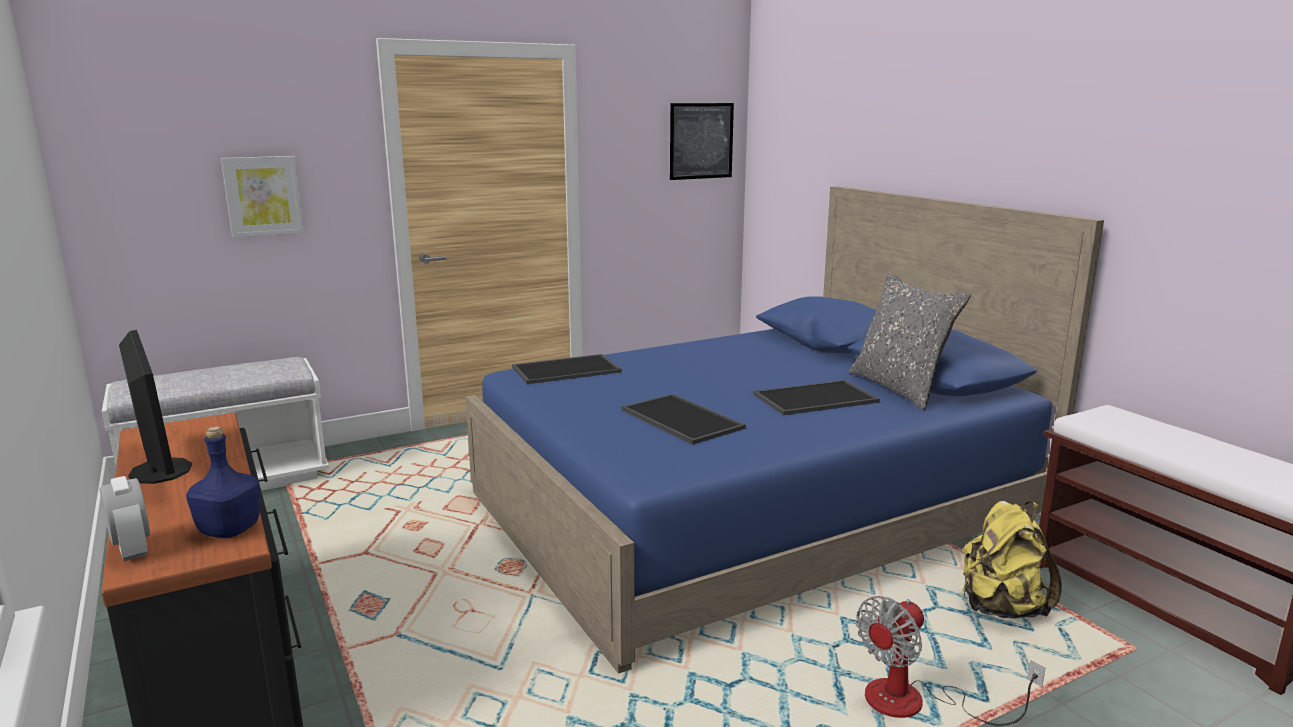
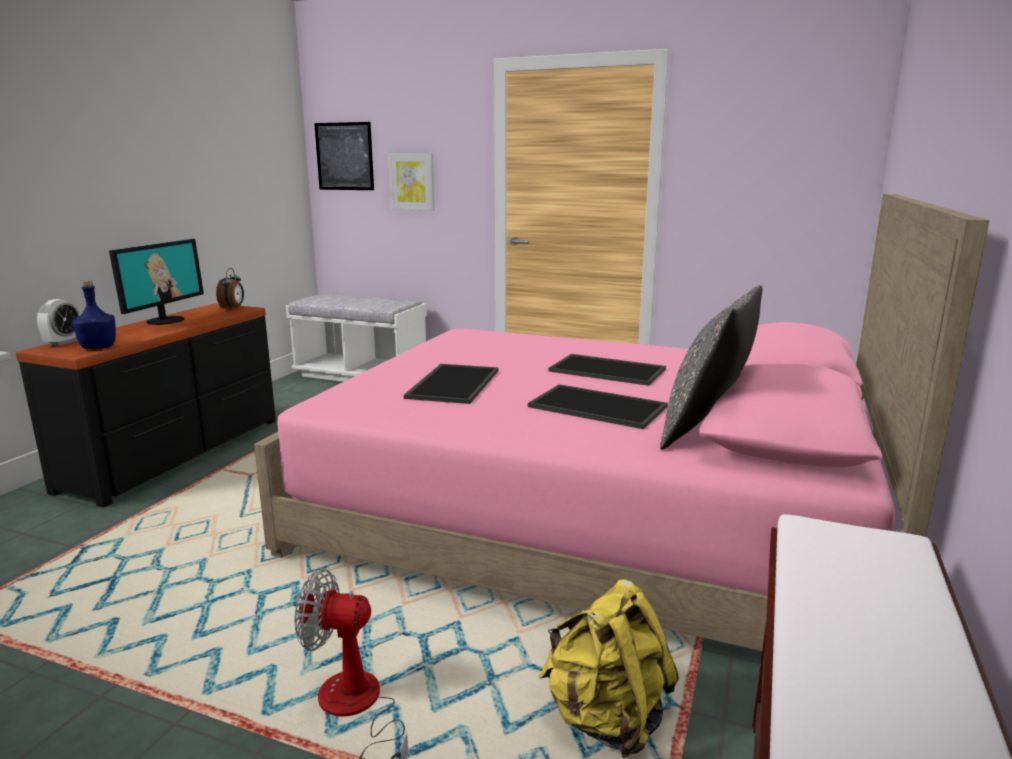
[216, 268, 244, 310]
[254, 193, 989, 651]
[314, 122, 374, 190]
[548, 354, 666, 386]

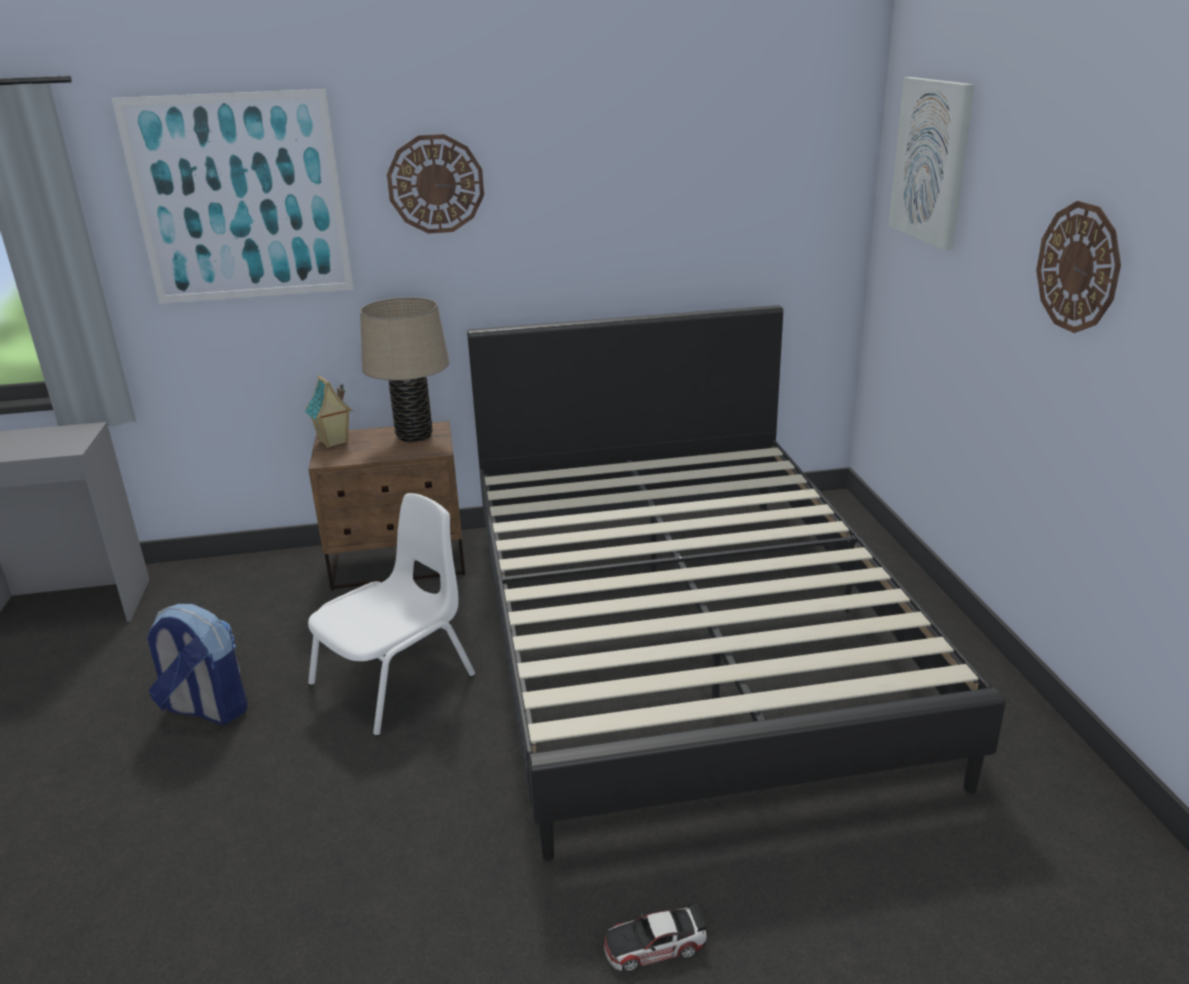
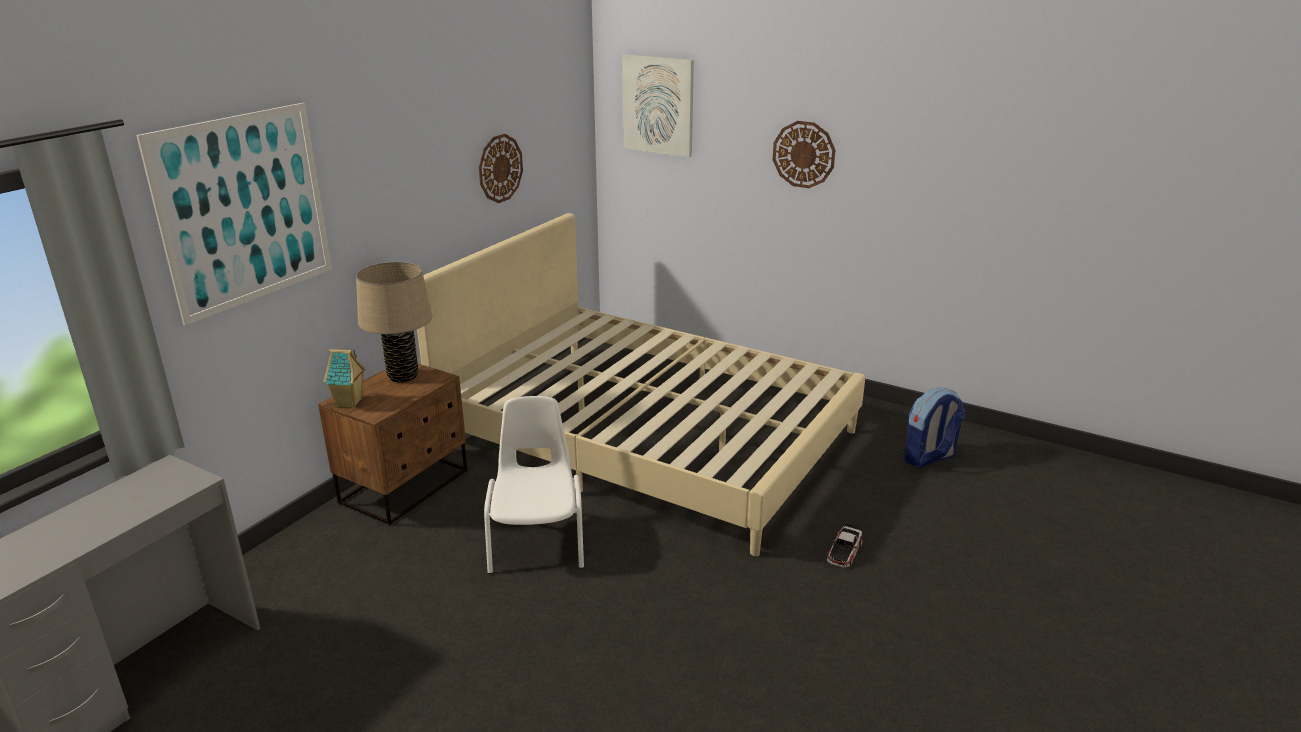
[417, 213, 865, 556]
[479, 134, 523, 203]
[904, 388, 965, 468]

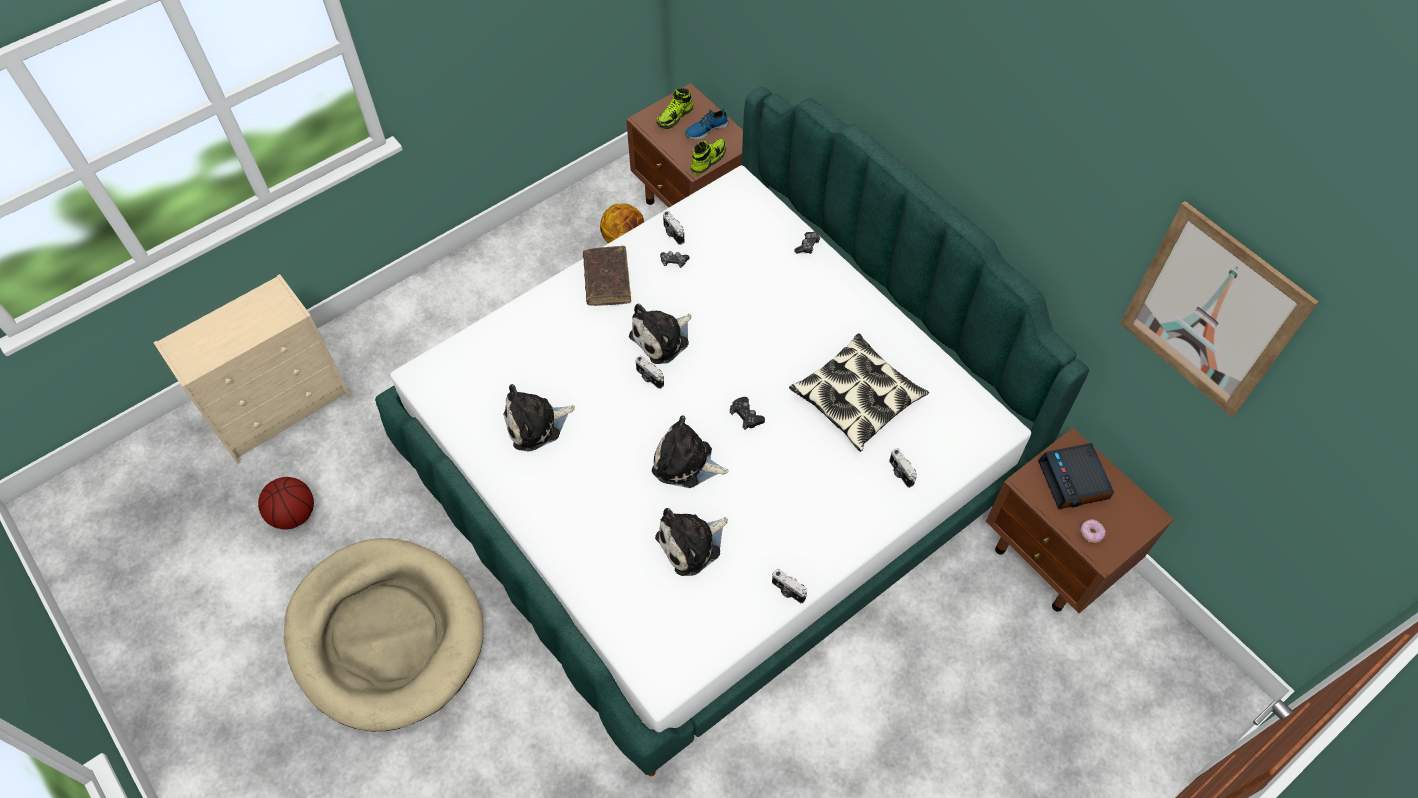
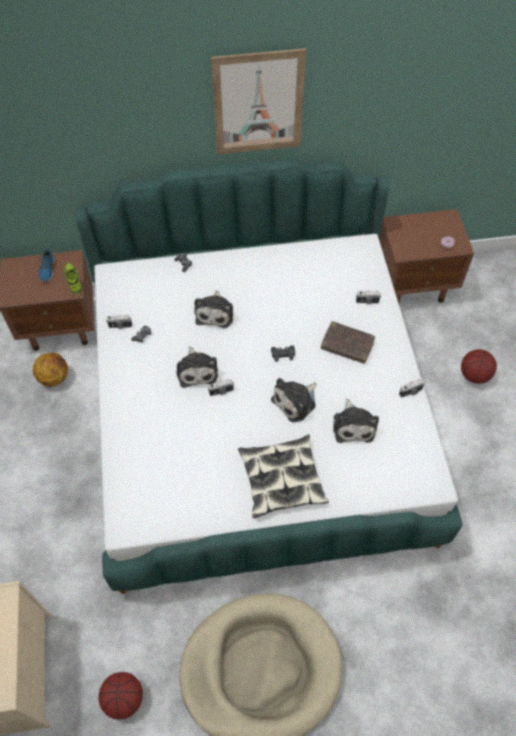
[194, 291, 233, 328]
[211, 48, 306, 154]
[238, 434, 329, 518]
[321, 321, 375, 364]
[461, 349, 497, 384]
[656, 88, 693, 130] (first image)
[1038, 443, 1114, 509] (first image)

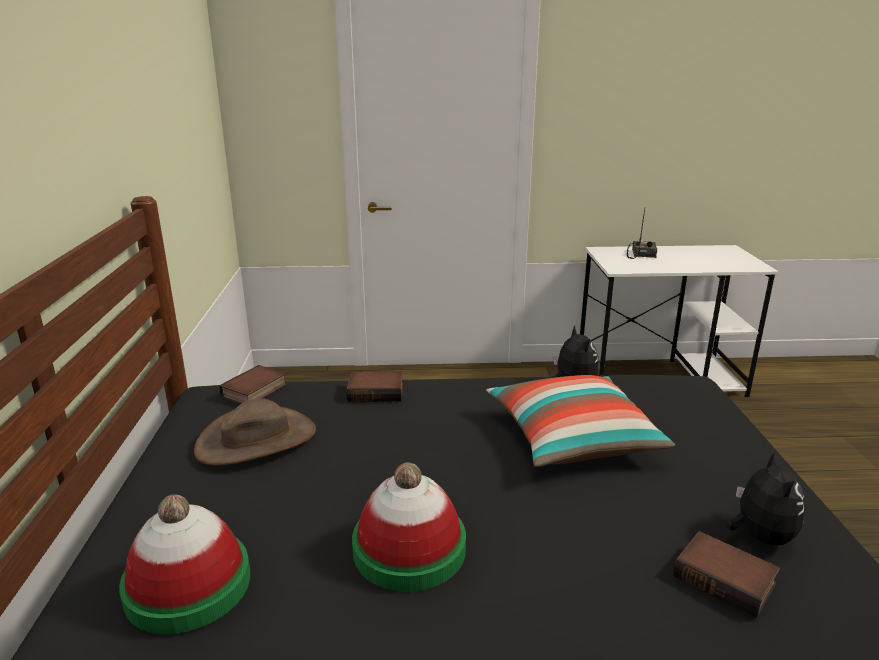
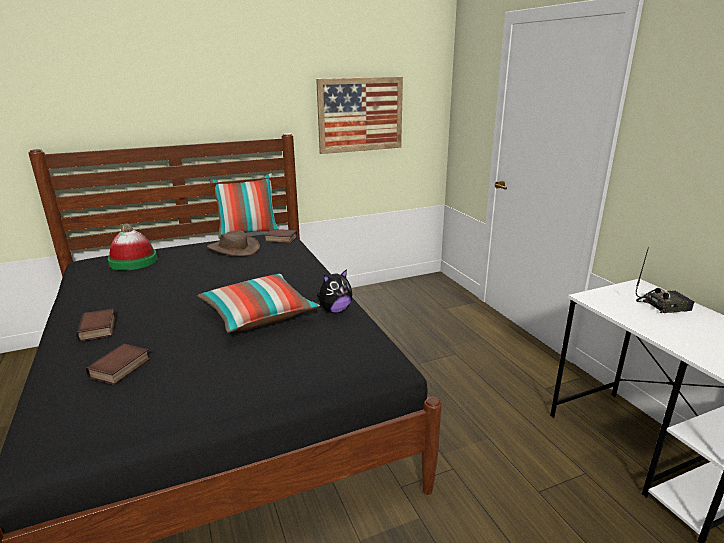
[76, 308, 116, 341]
[209, 173, 279, 239]
[316, 77, 403, 154]
[352, 462, 466, 592] (first image)
[726, 451, 805, 546] (first image)

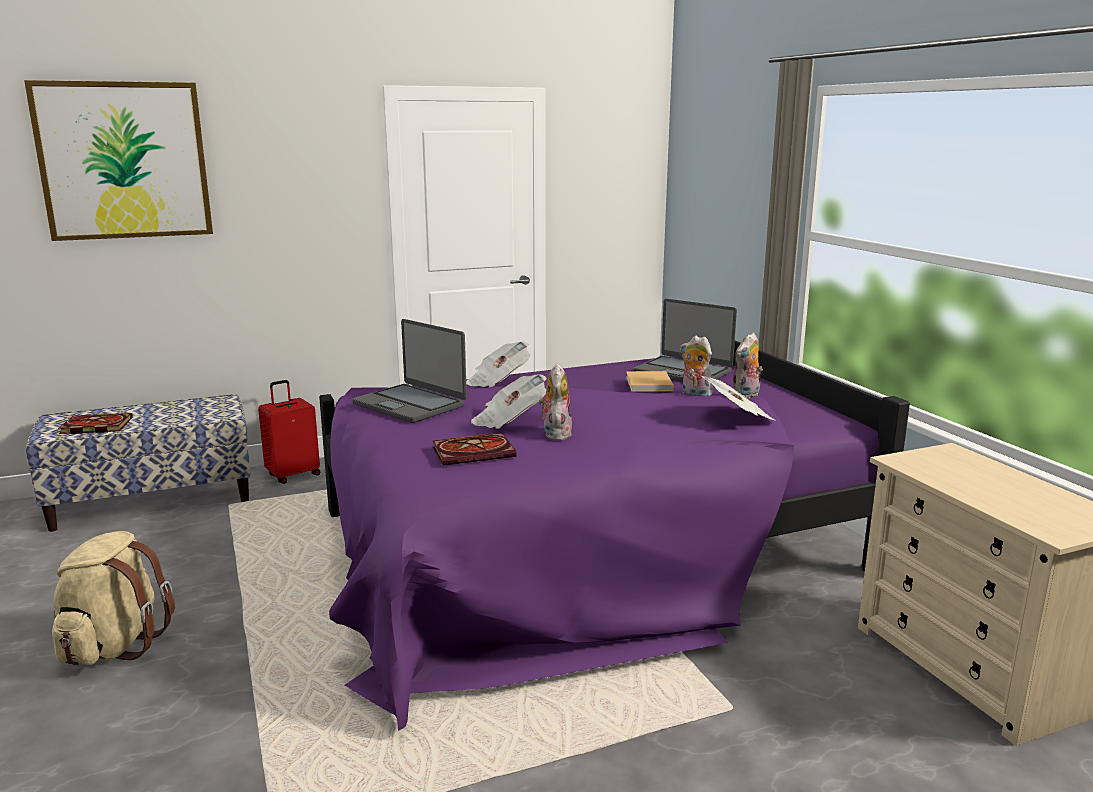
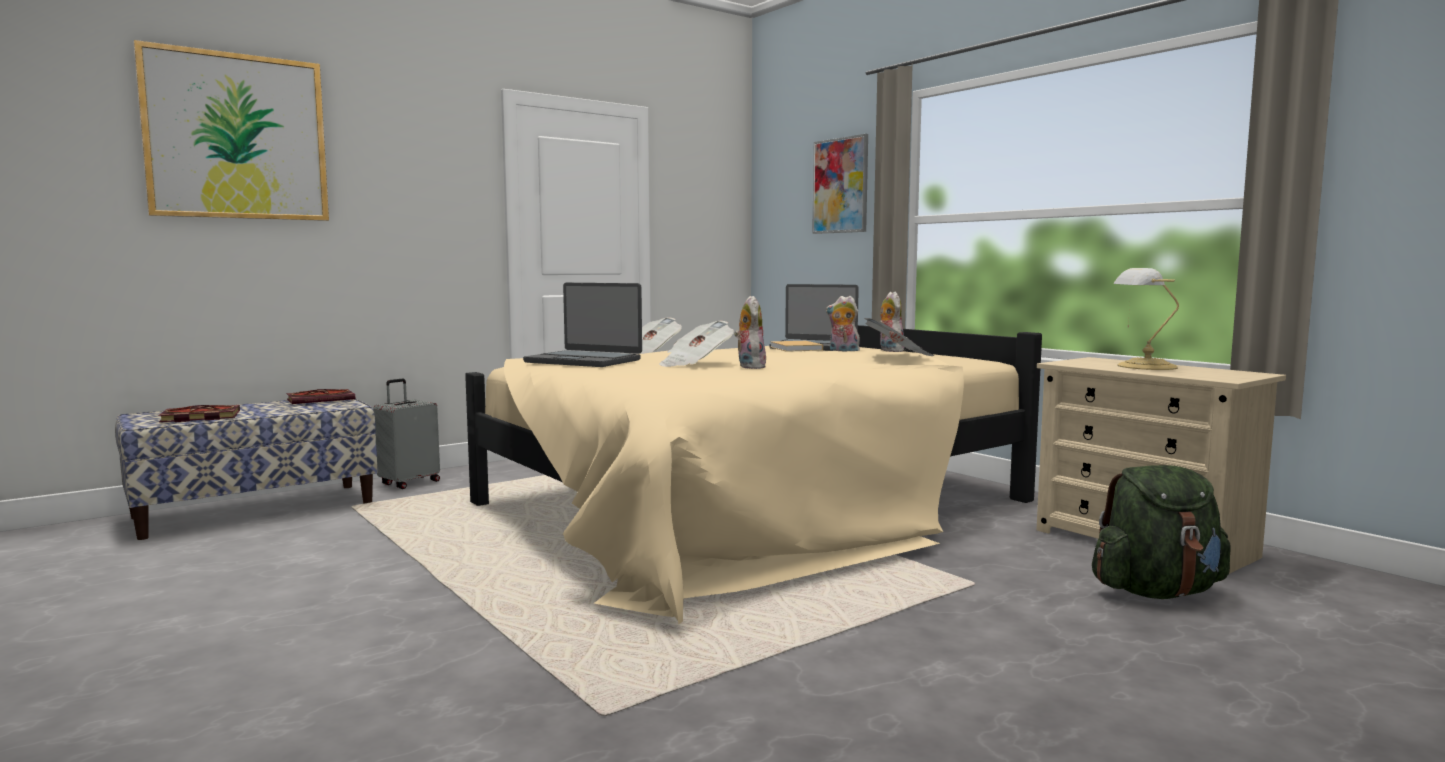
[286, 389, 355, 404]
[373, 379, 440, 489]
[465, 325, 1042, 624]
[812, 134, 868, 234]
[879, 292, 905, 352]
[1092, 465, 1231, 599]
[1113, 268, 1179, 370]
[52, 531, 175, 665] (first image)

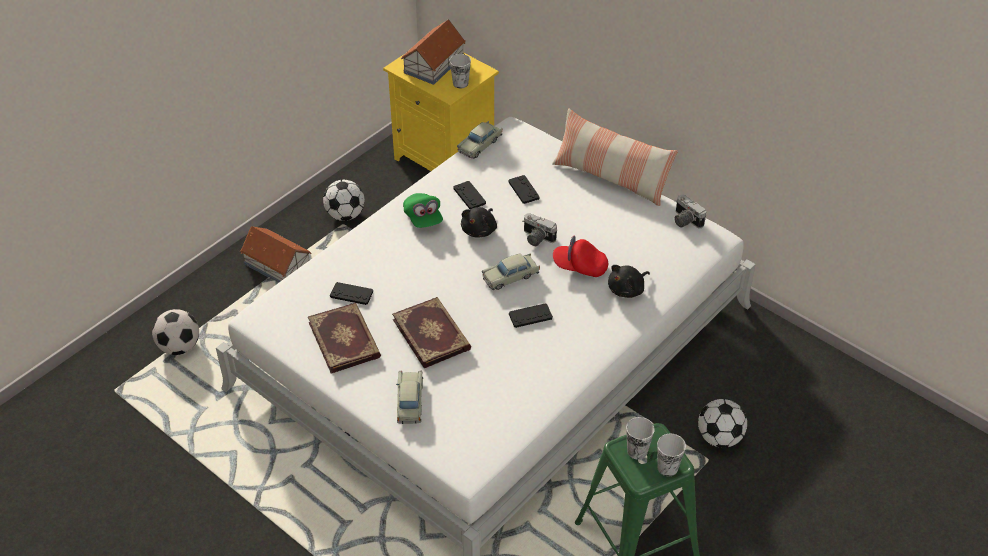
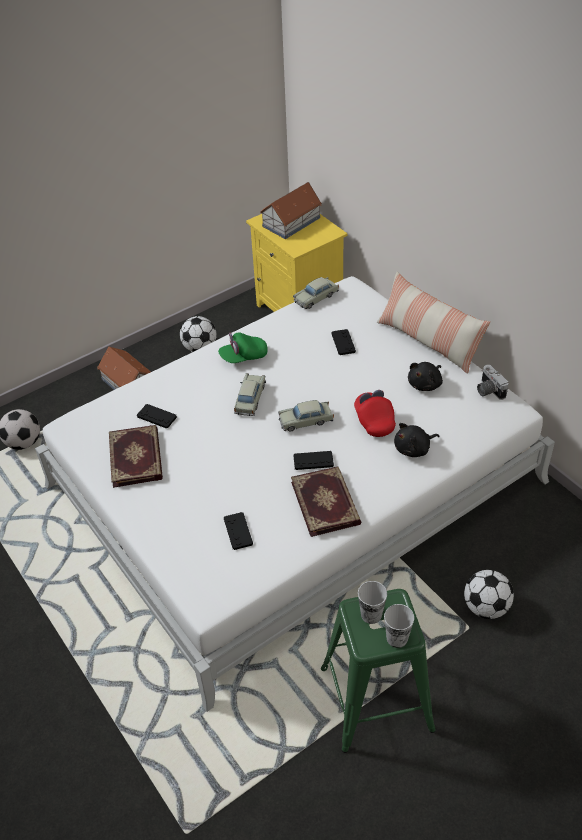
[218, 332, 268, 363]
[223, 512, 253, 550]
[234, 373, 266, 416]
[291, 466, 361, 537]
[354, 390, 396, 437]
[408, 362, 443, 391]
[449, 54, 471, 88] (first image)
[522, 213, 557, 246] (first image)

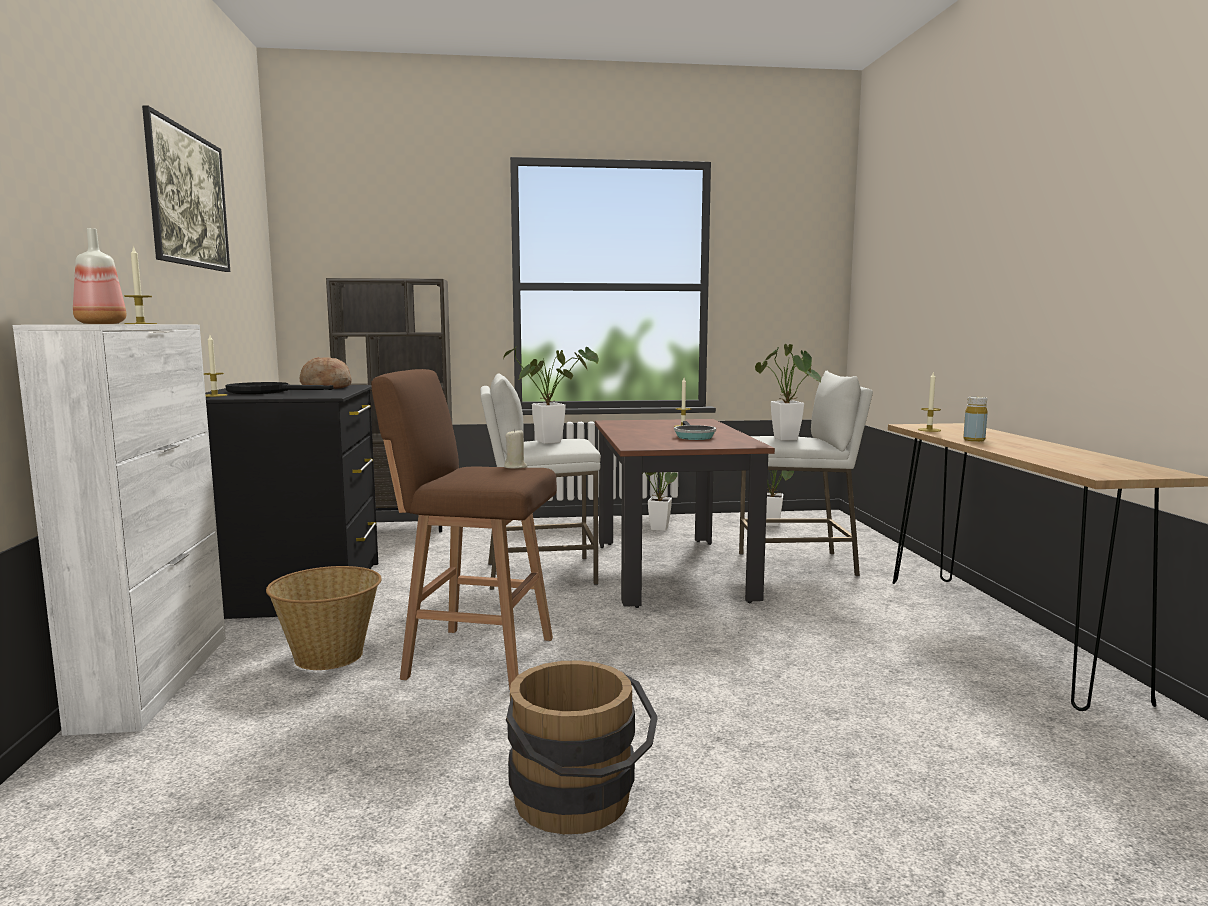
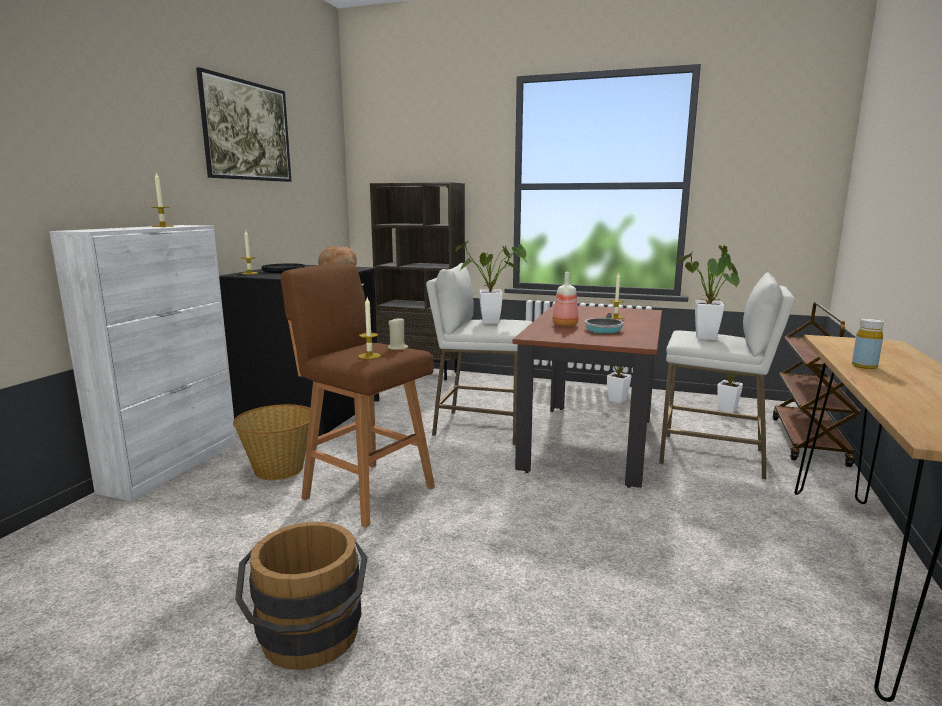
[358, 297, 381, 359]
[552, 272, 579, 326]
[772, 302, 861, 467]

